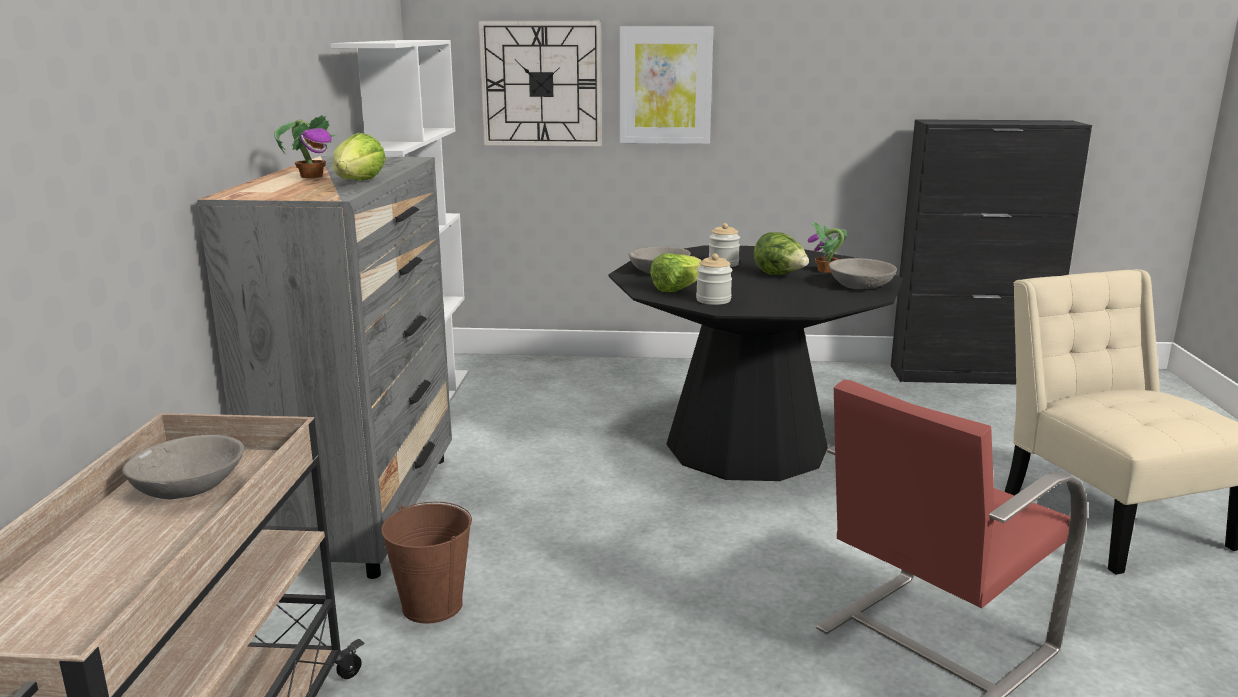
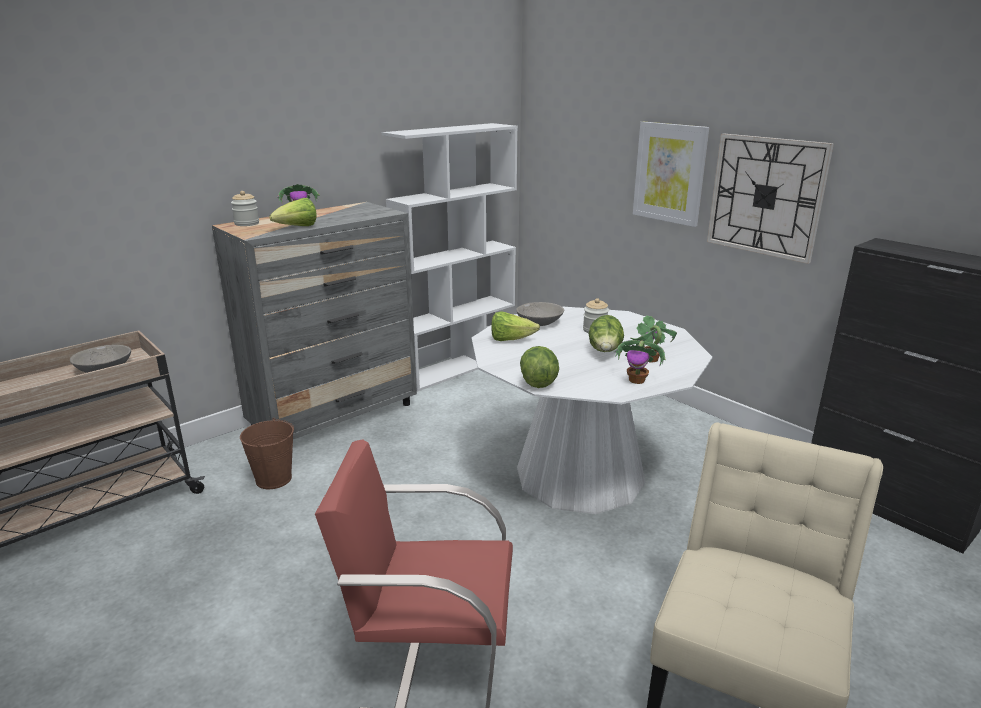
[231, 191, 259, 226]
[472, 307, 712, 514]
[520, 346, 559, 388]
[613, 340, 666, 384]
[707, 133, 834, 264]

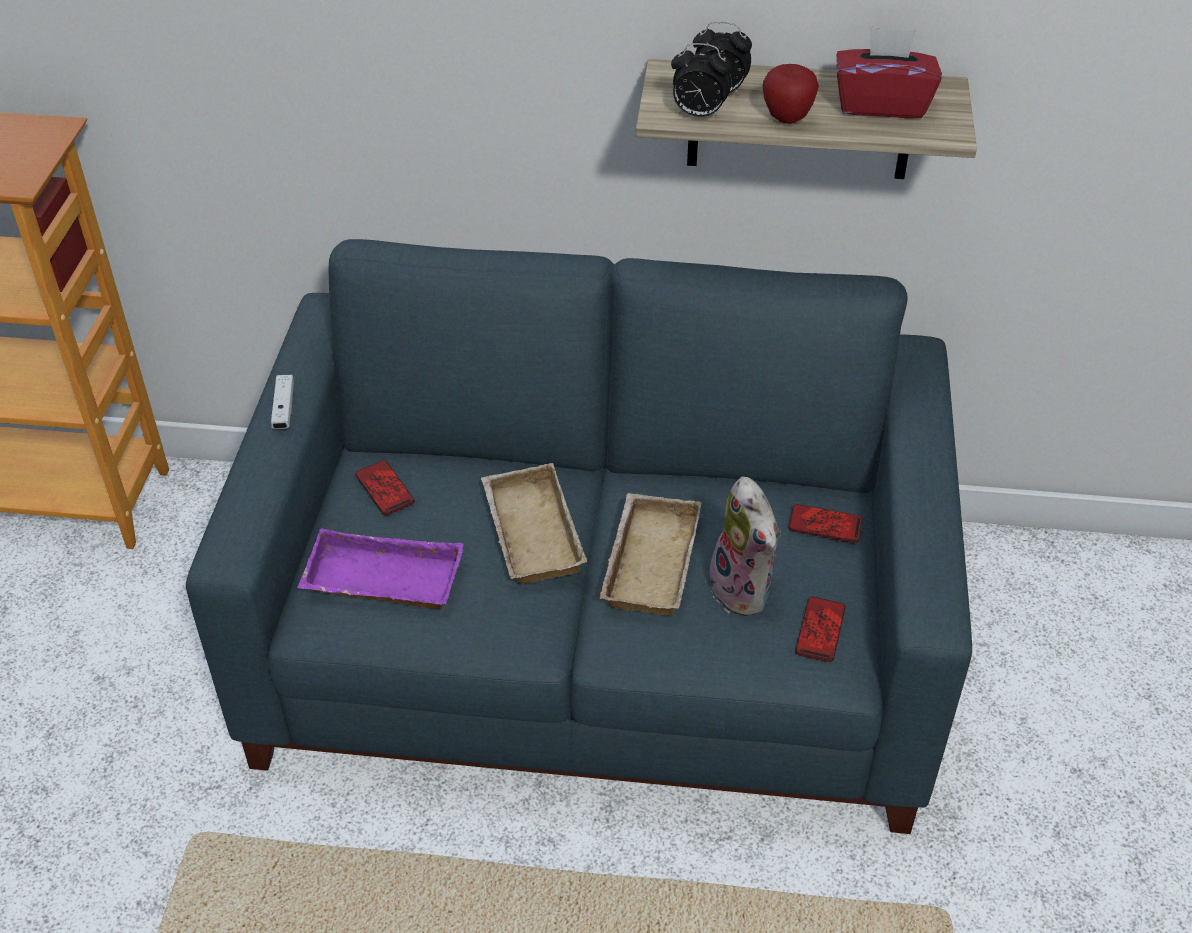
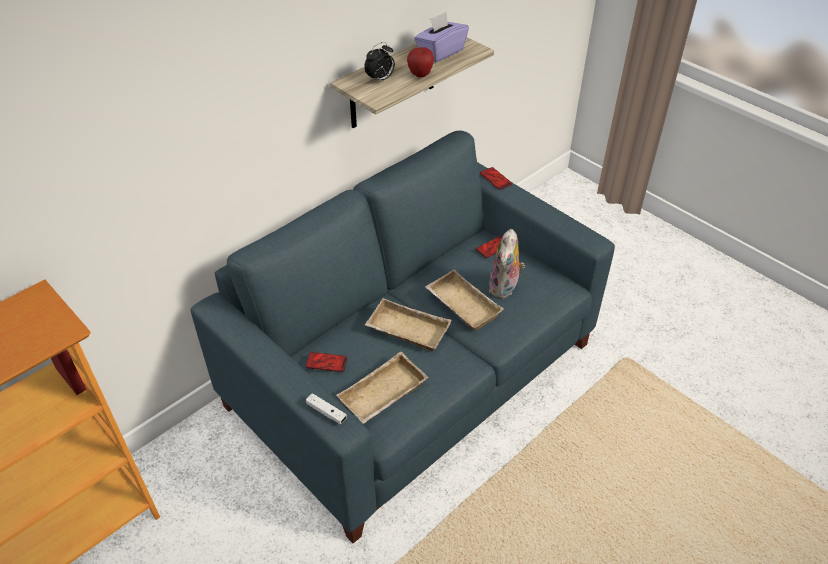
[306, 393, 347, 424]
[336, 352, 429, 424]
[414, 12, 469, 62]
[480, 167, 512, 190]
[489, 229, 525, 299]
[671, 43, 732, 118] (first image)

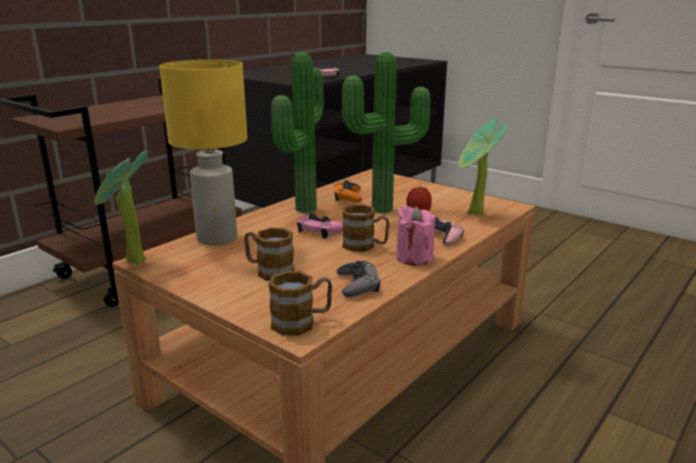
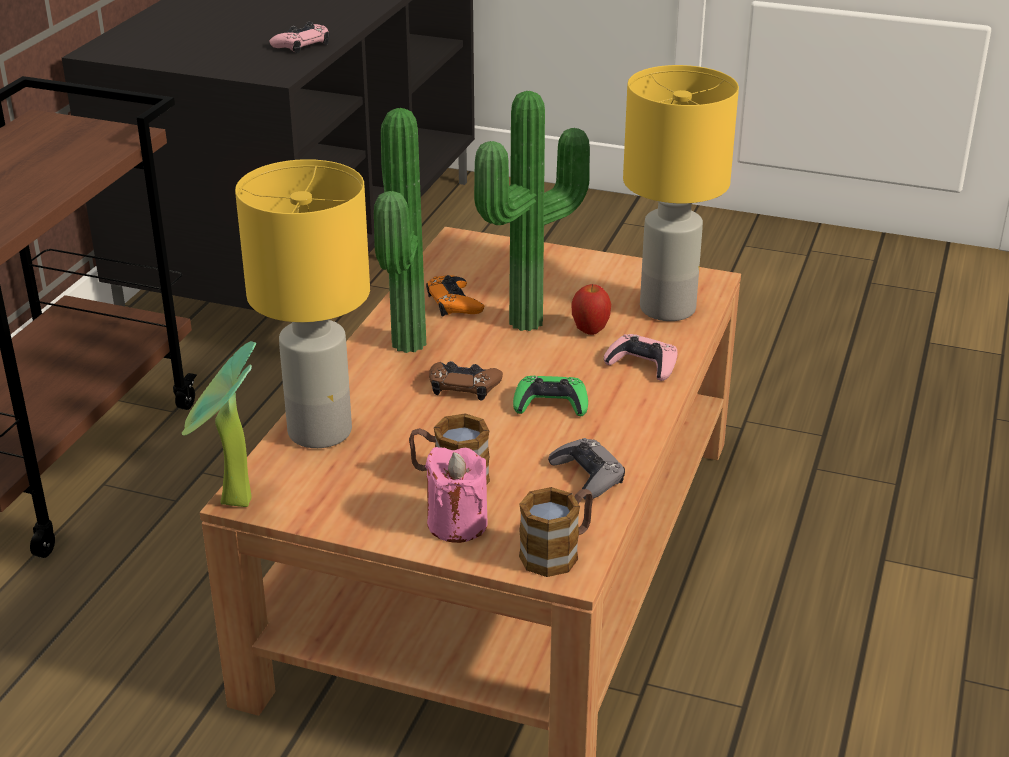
[425, 447, 488, 543]
[429, 361, 503, 400]
[513, 376, 588, 416]
[623, 65, 739, 321]

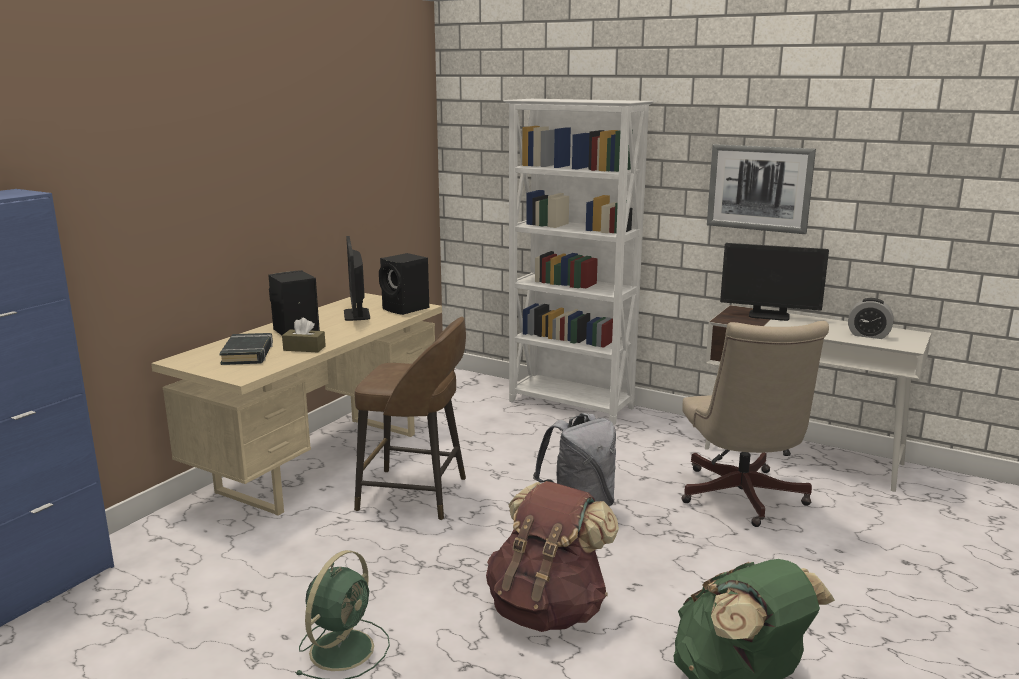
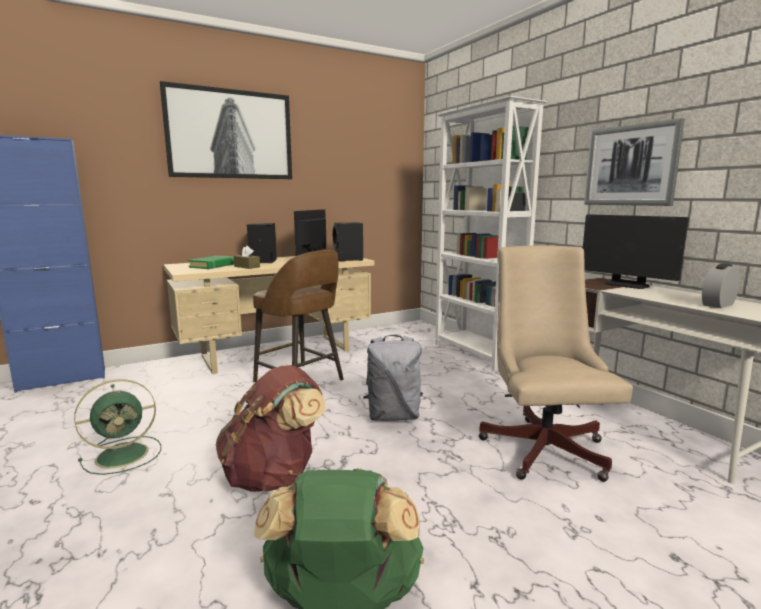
[160, 81, 292, 179]
[188, 255, 234, 269]
[479, 246, 633, 482]
[702, 263, 740, 308]

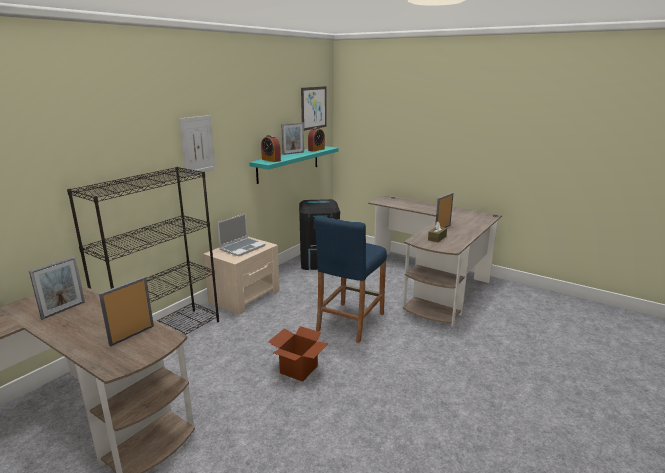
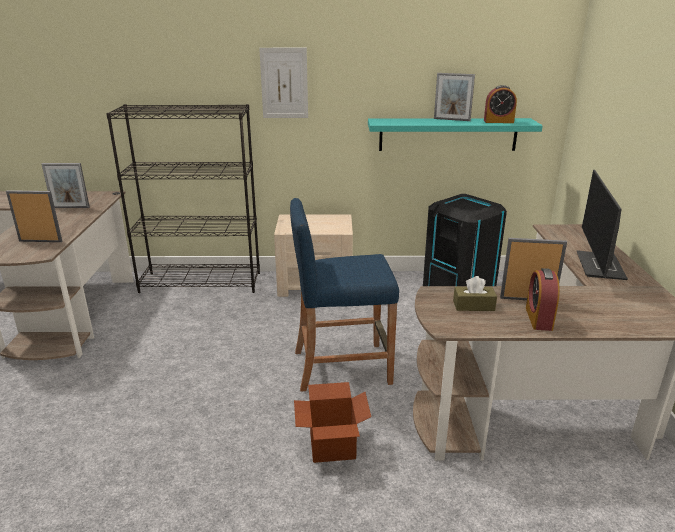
[294, 382, 371, 463]
[526, 268, 560, 331]
[577, 170, 628, 280]
[217, 213, 266, 256] (first image)
[301, 86, 327, 131] (first image)

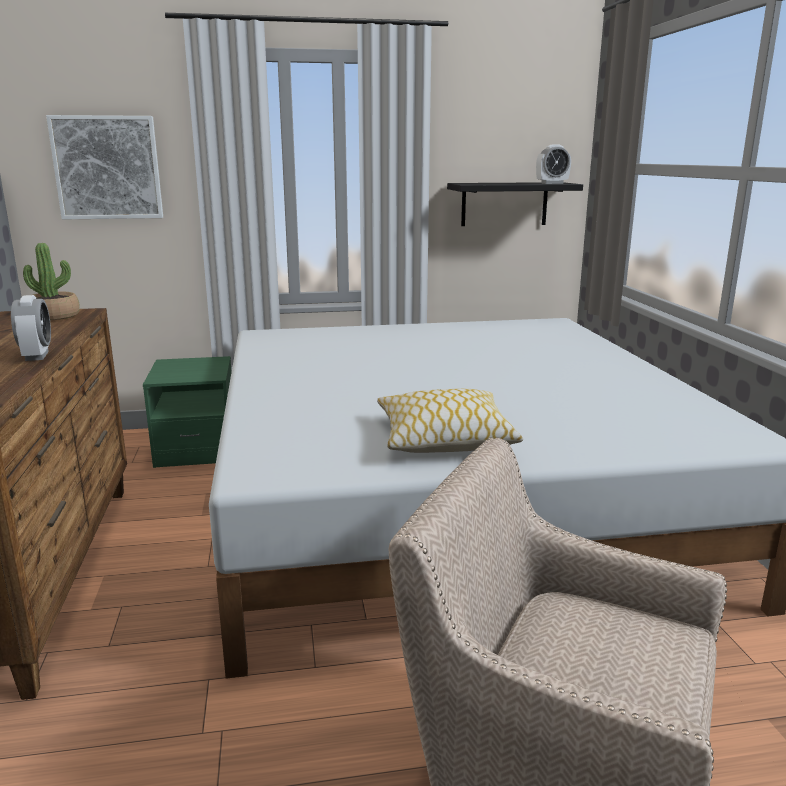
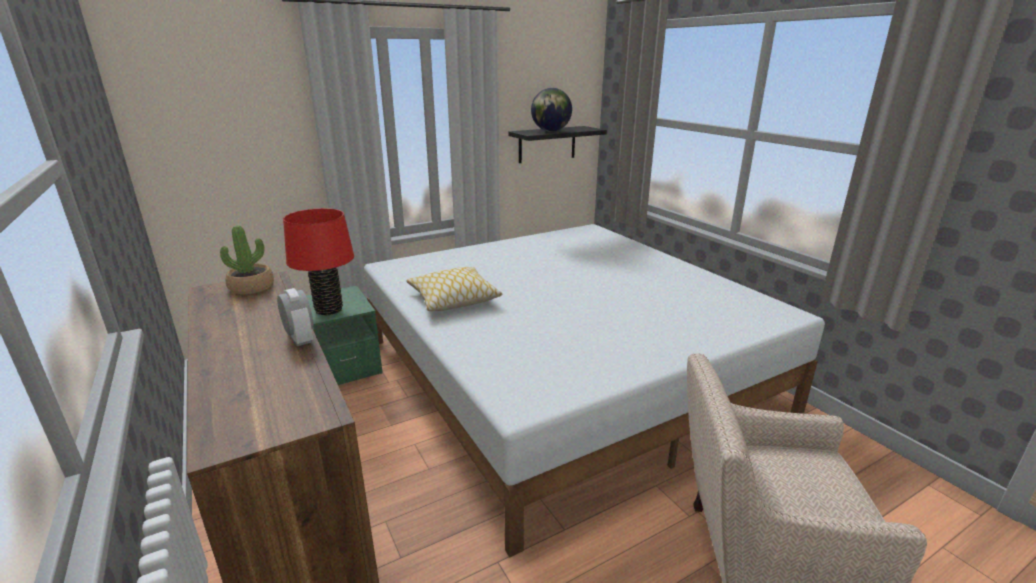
[283, 208, 354, 316]
[406, 267, 503, 311]
[531, 88, 572, 132]
[46, 115, 163, 220] (first image)
[536, 144, 571, 184] (first image)

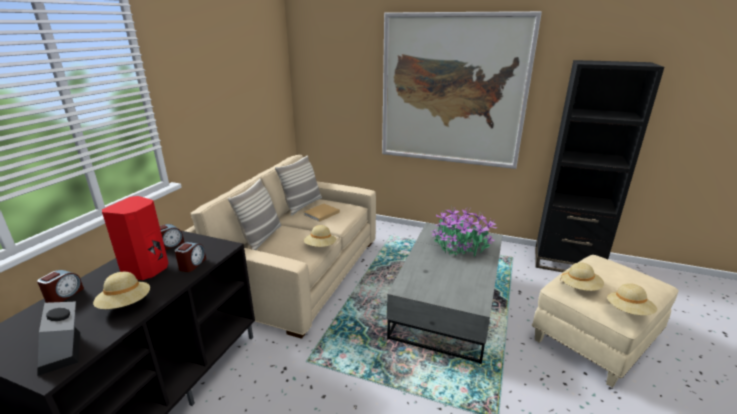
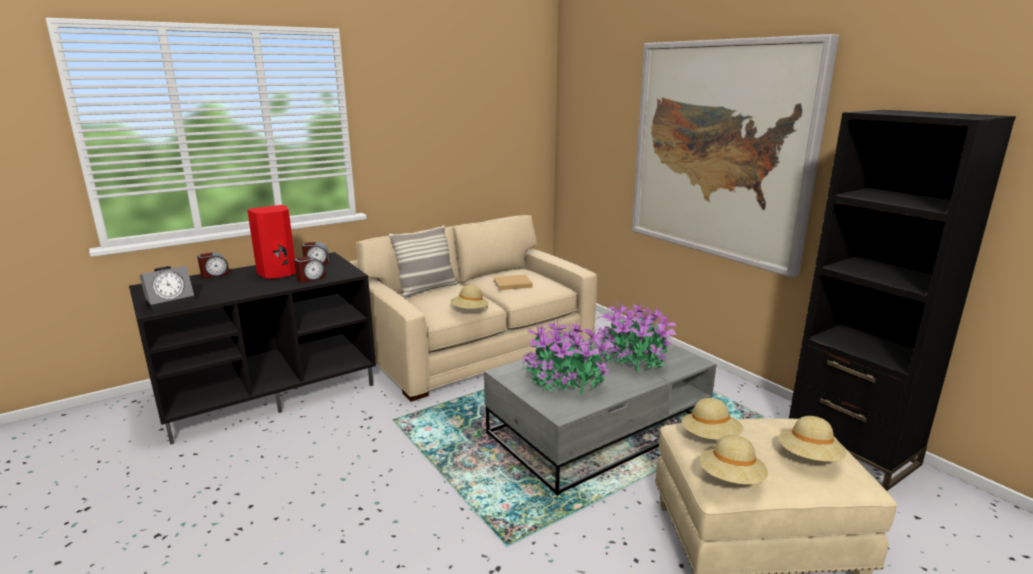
[139, 266, 196, 312]
[521, 318, 615, 394]
[779, 416, 847, 462]
[275, 155, 322, 216] (first image)

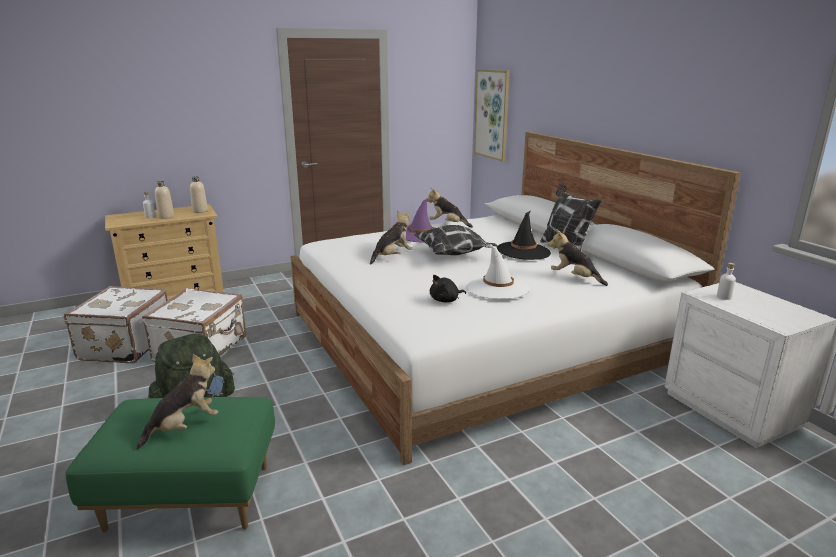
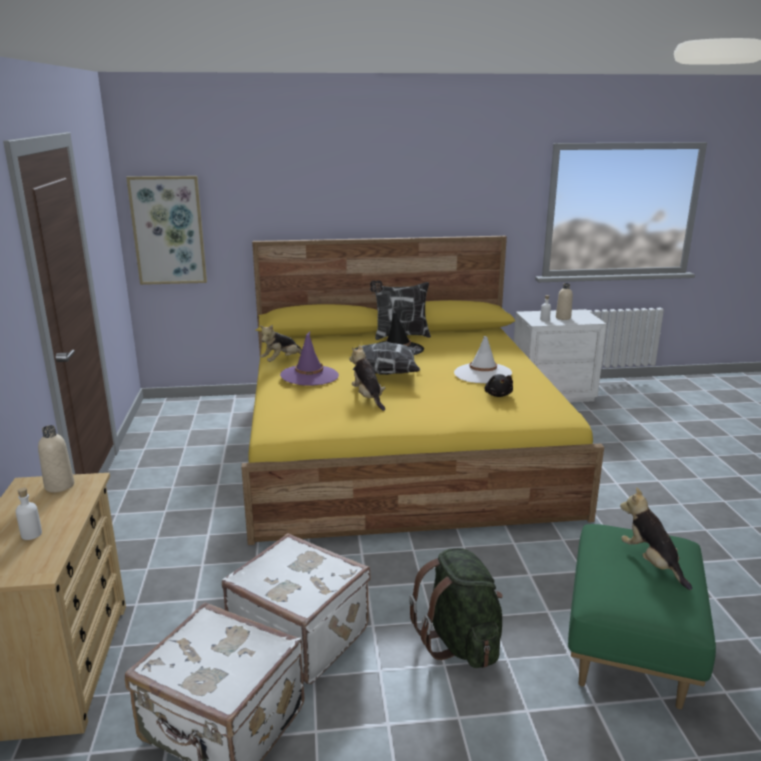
[241, 236, 604, 545]
[556, 283, 573, 320]
[548, 229, 608, 286] (first image)

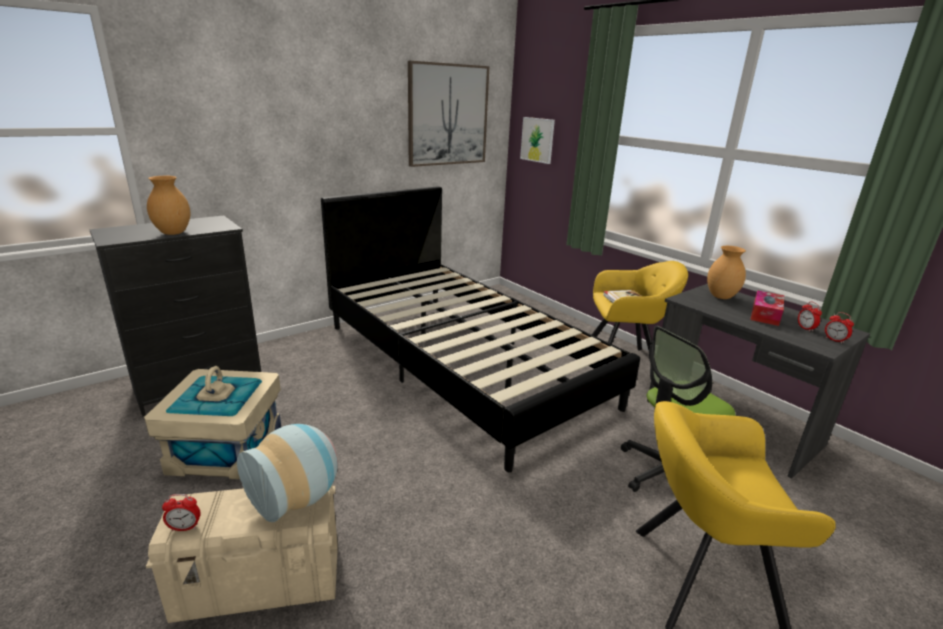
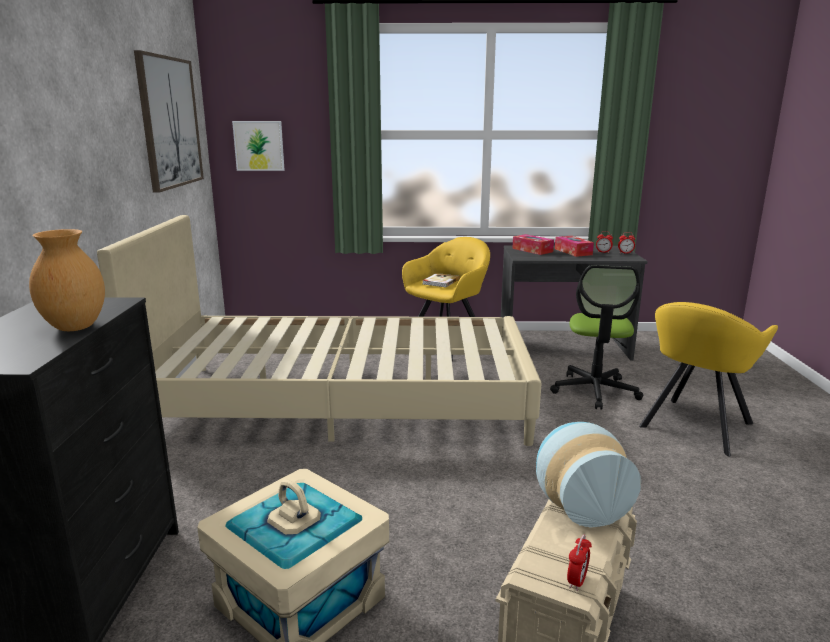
[97, 215, 542, 446]
[512, 234, 554, 255]

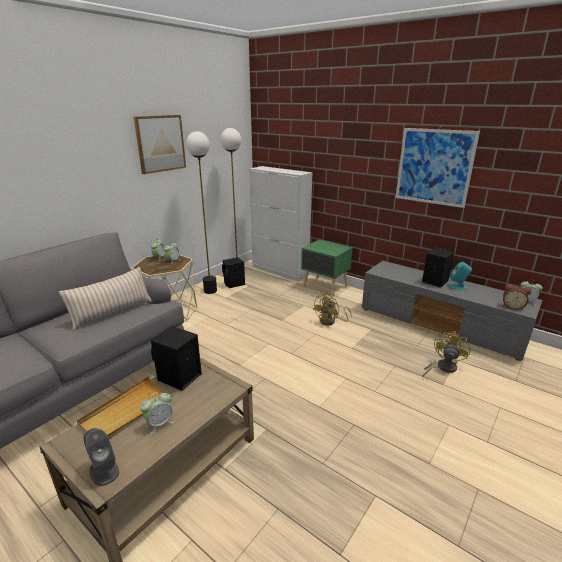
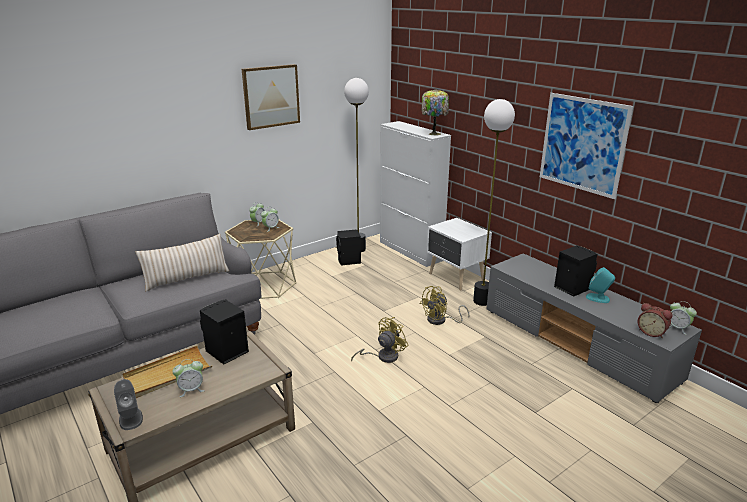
[351, 317, 409, 363]
[421, 89, 449, 135]
[427, 218, 492, 291]
[473, 99, 515, 306]

